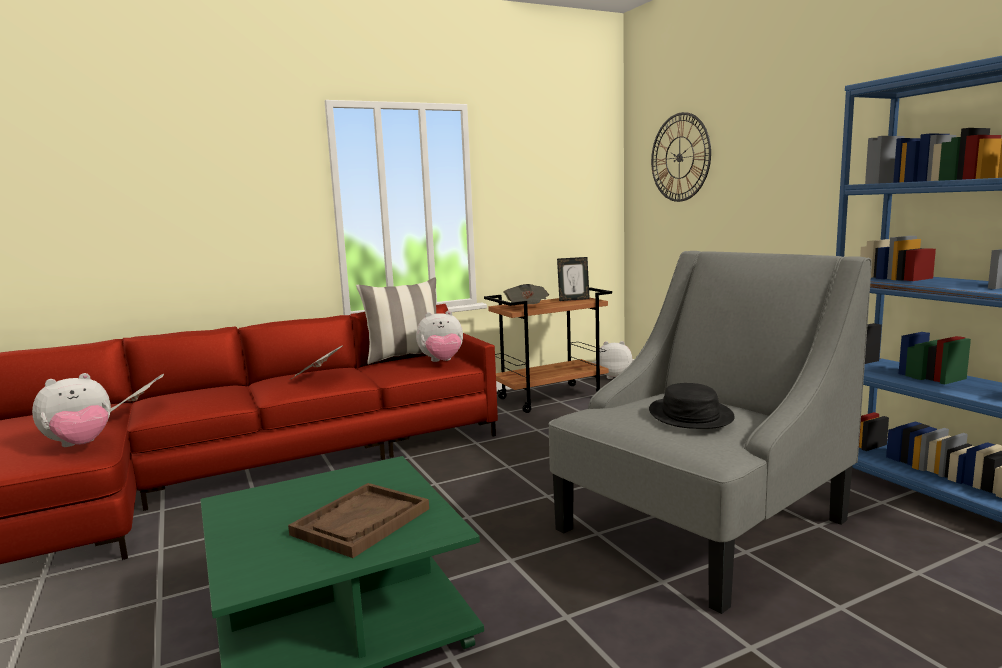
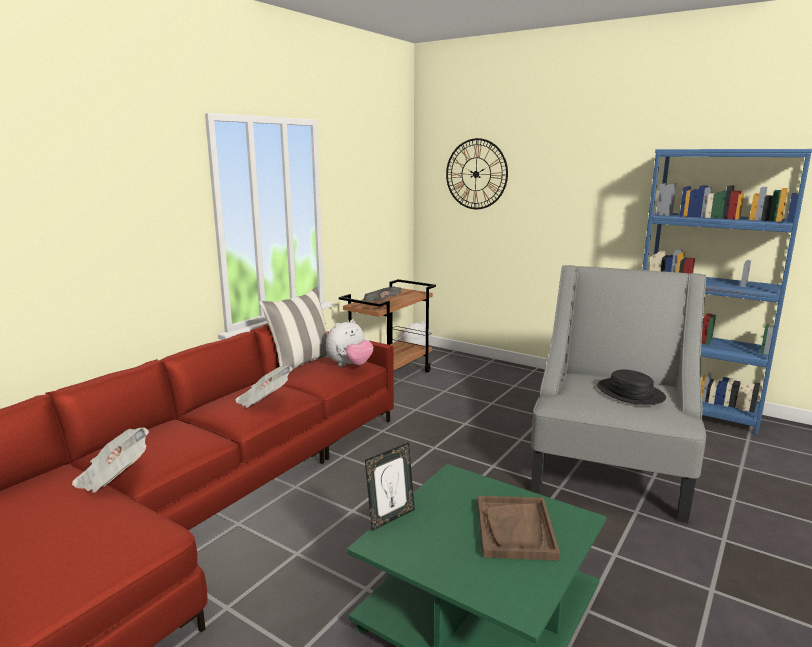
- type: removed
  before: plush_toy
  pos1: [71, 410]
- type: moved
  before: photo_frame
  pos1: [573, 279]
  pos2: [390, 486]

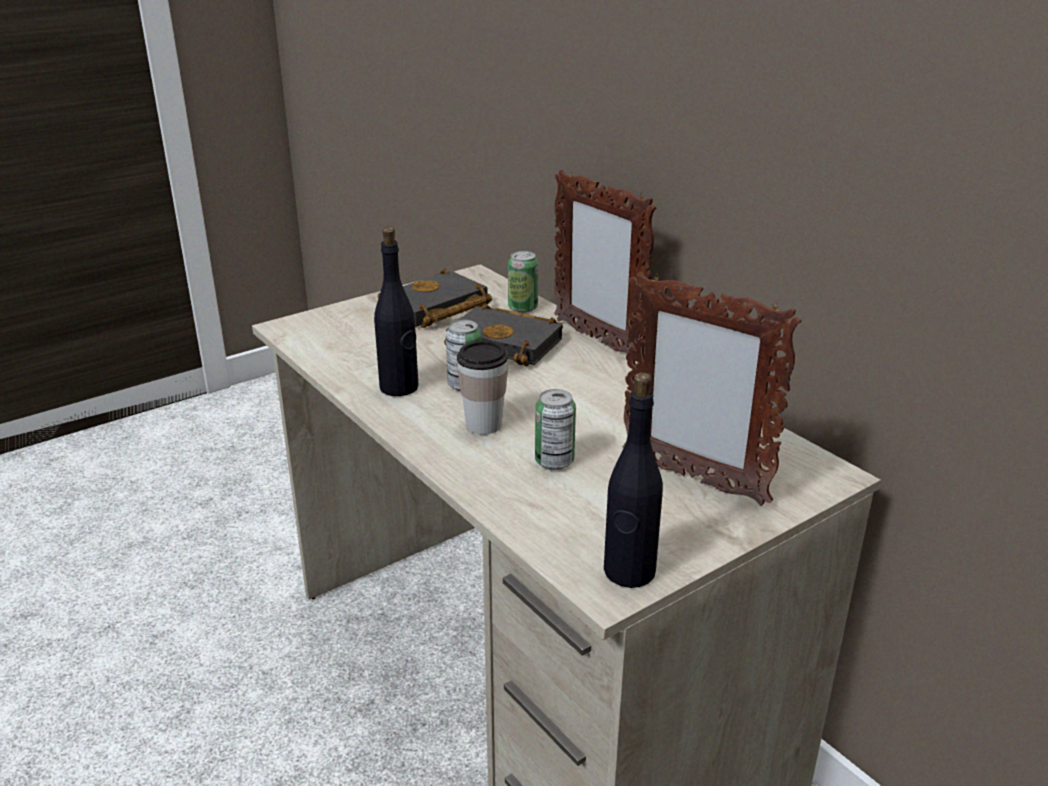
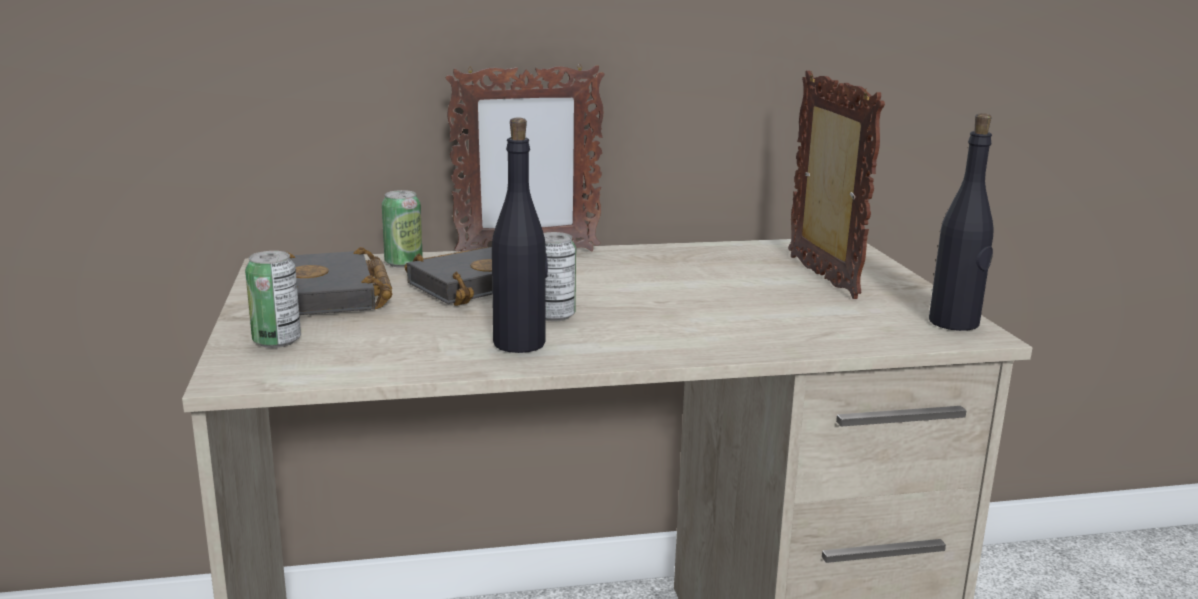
- type: removed
  before: cup
  pos1: [482, 387]
- type: moved
  before: can
  pos1: [555, 429]
  pos2: [273, 299]
- type: turned
  before: photo_frame
  pos1: [711, 389]
  pos2: [836, 185]
  turn: -75

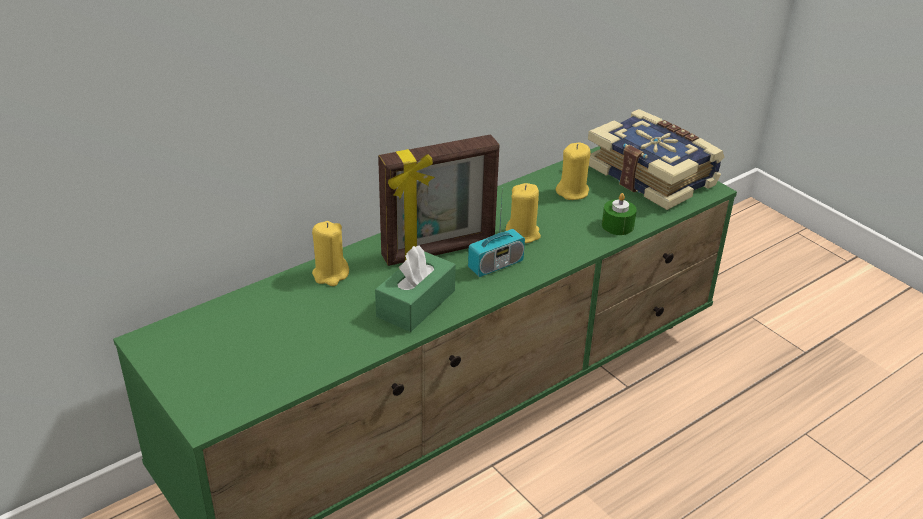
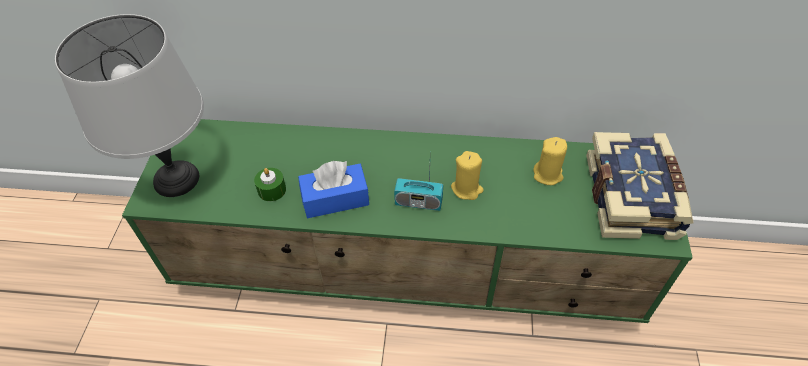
- type: removed
  before: yellow-coloured_wax_candle
  pos1: [330, 253]
- type: recoloured
  before: green-coloured_tissue_box
  after: bluish_tissue_box
  pos1: [415, 288]
  pos2: [333, 189]
- type: removed
  before: photo_frame
  pos1: [438, 200]
- type: moved
  before: green-coloured_wax_candle
  pos1: [619, 214]
  pos2: [270, 184]
- type: added
  after: gray_tabletop_lamp
  pos2: [129, 105]

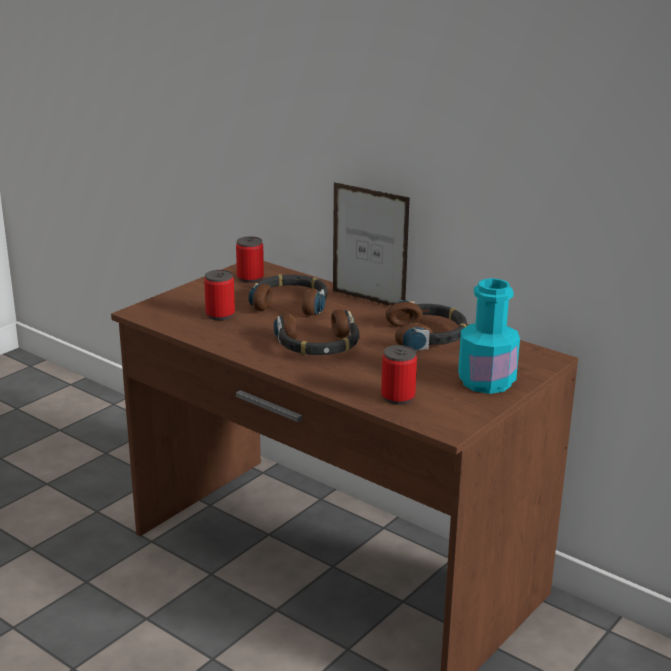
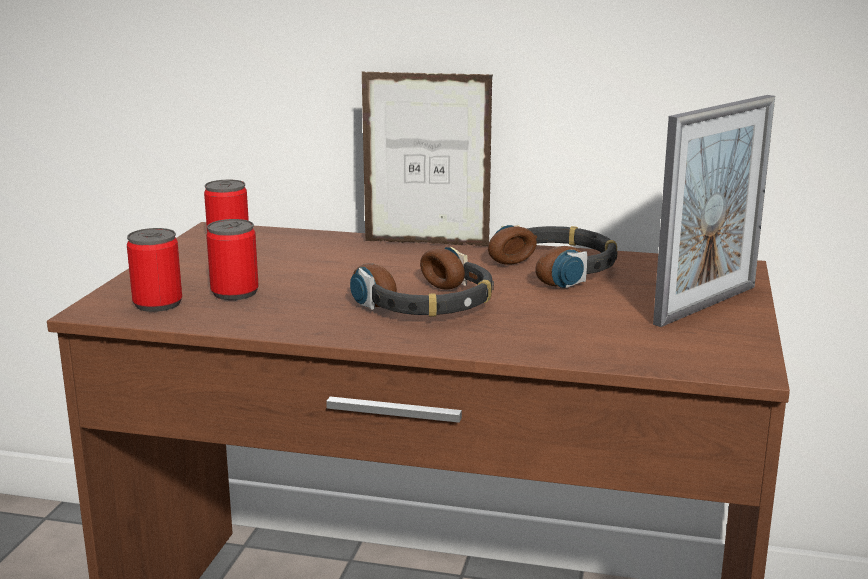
- type: removed
  before: headphones
  pos1: [288, 294]
- type: moved
  before: can
  pos1: [399, 375]
  pos2: [154, 270]
- type: replaced
  before: turquoise_beverage_bottle
  after: photo_frame
  pos1: [489, 336]
  pos2: [714, 211]

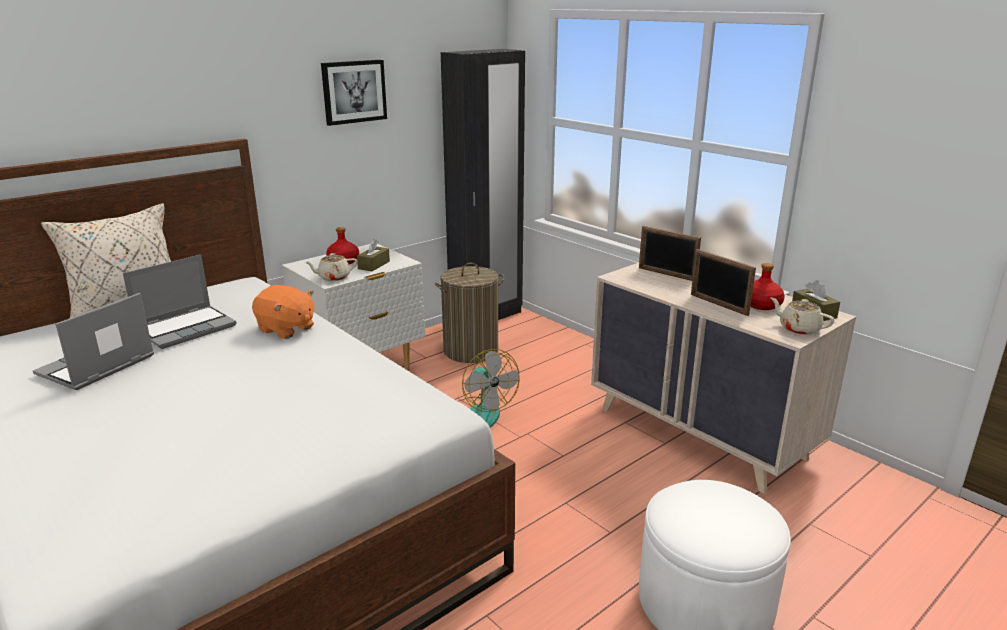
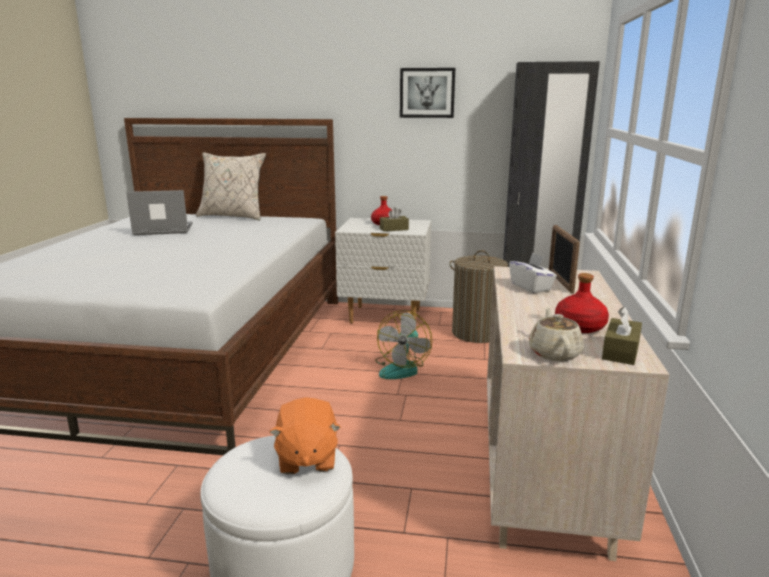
- type: removed
  before: laptop
  pos1: [180, 301]
- type: moved
  before: orange-coloured_plush_toy
  pos1: [283, 312]
  pos2: [305, 436]
- type: removed
  before: beige-coloured_pot_for_tea
  pos1: [331, 267]
- type: removed
  before: photo_frame
  pos1: [723, 282]
- type: added
  after: whitish_tissue_box
  pos2: [533, 272]

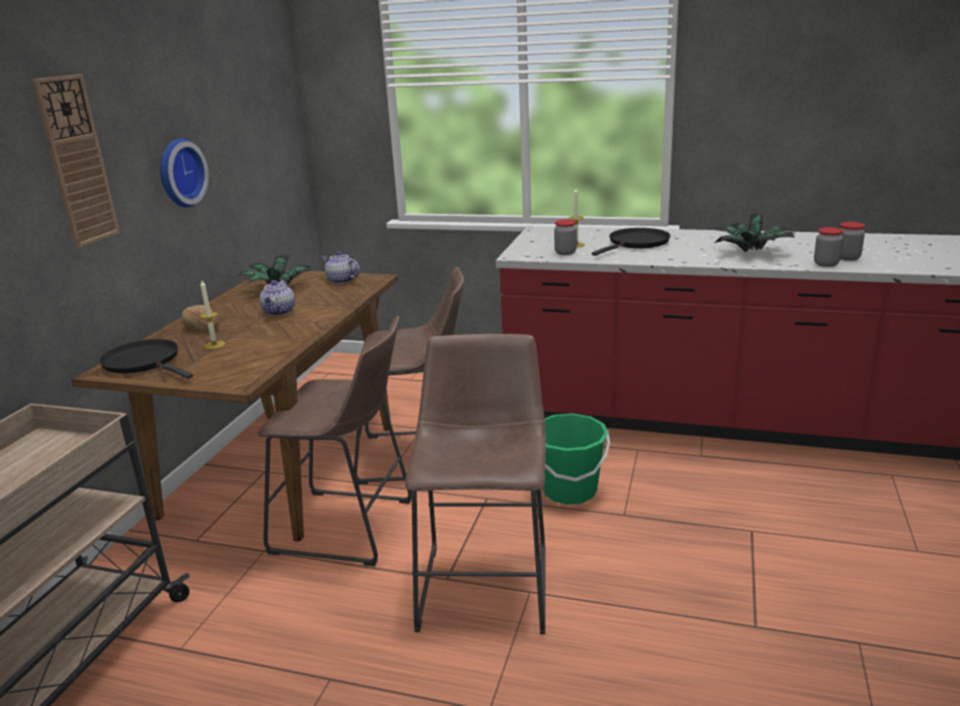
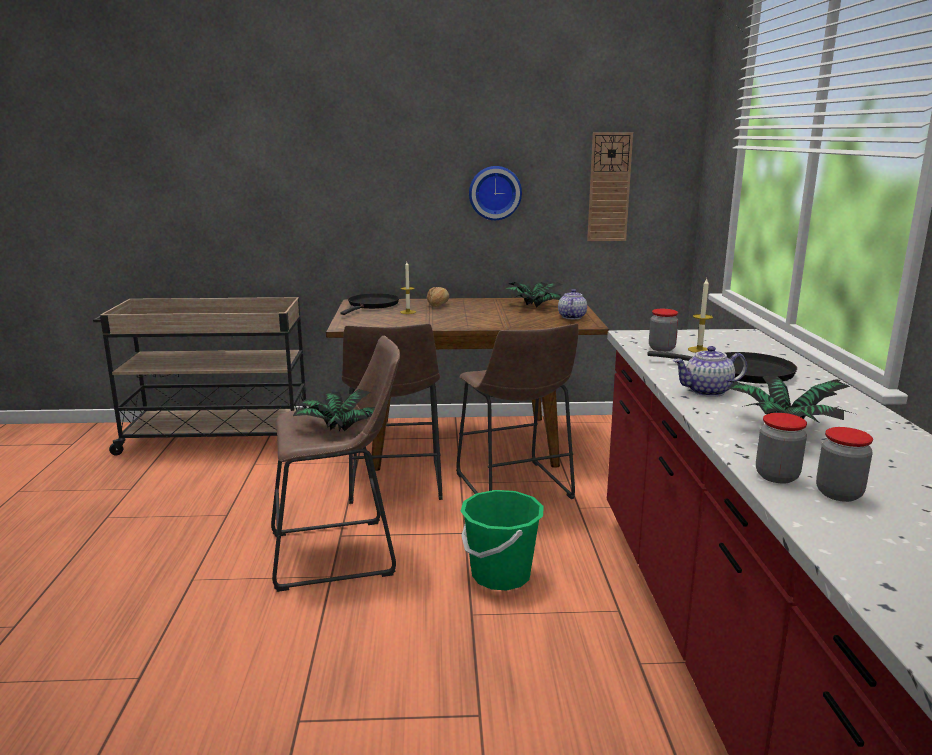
- type: moved
  before: wall_clock
  pos1: [76, 161]
  pos2: [610, 187]
- type: moved
  before: pot_for_tea
  pos1: [277, 297]
  pos2: [710, 371]
- type: added
  after: potted_plant
  pos2: [334, 410]

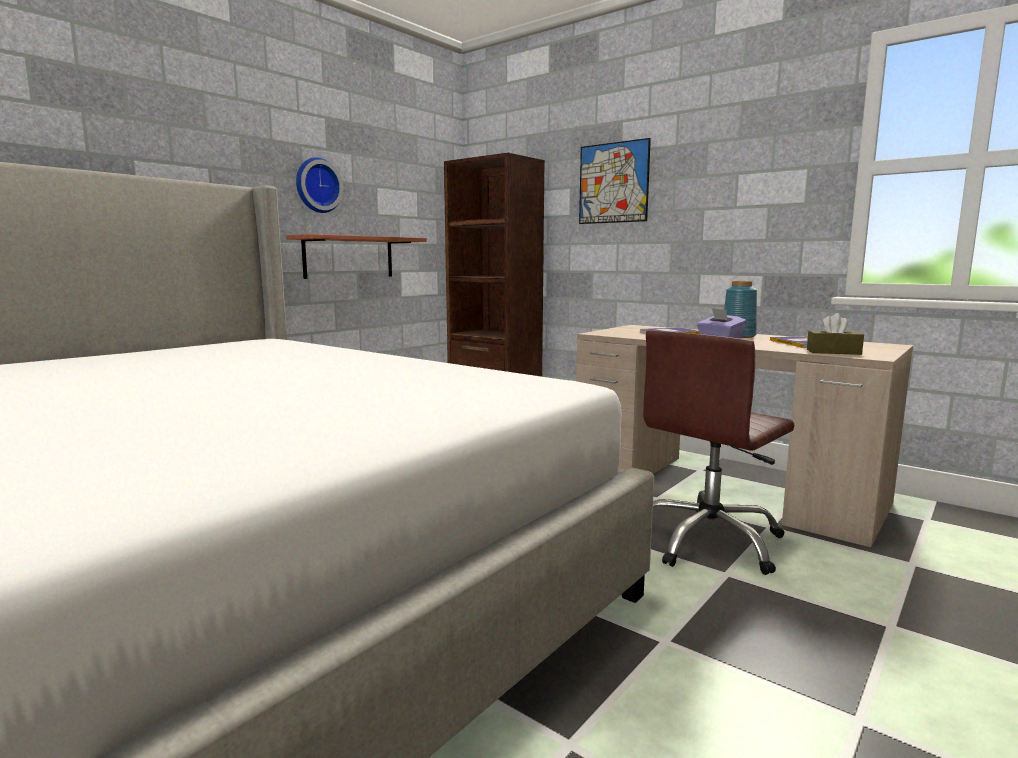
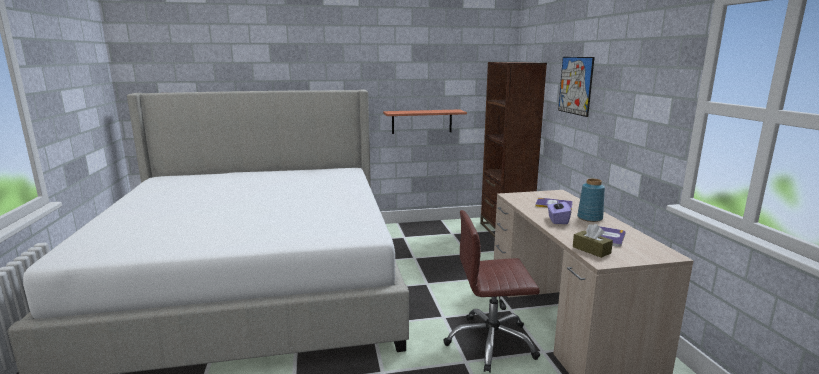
- type: removed
  before: wall_clock
  pos1: [319, 185]

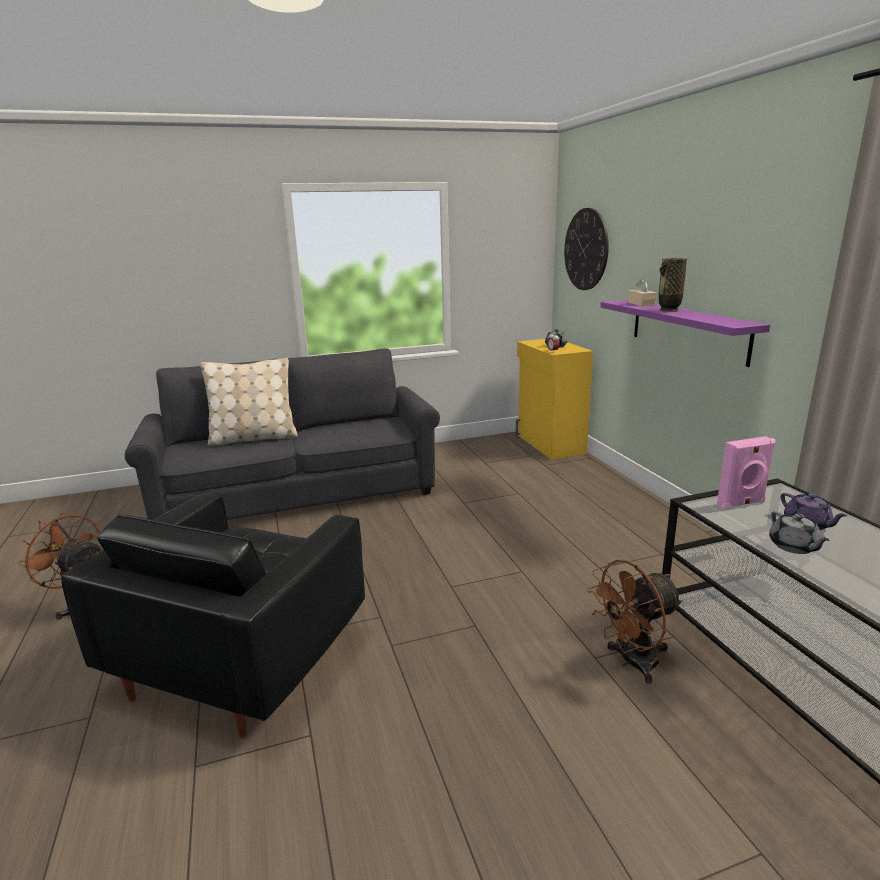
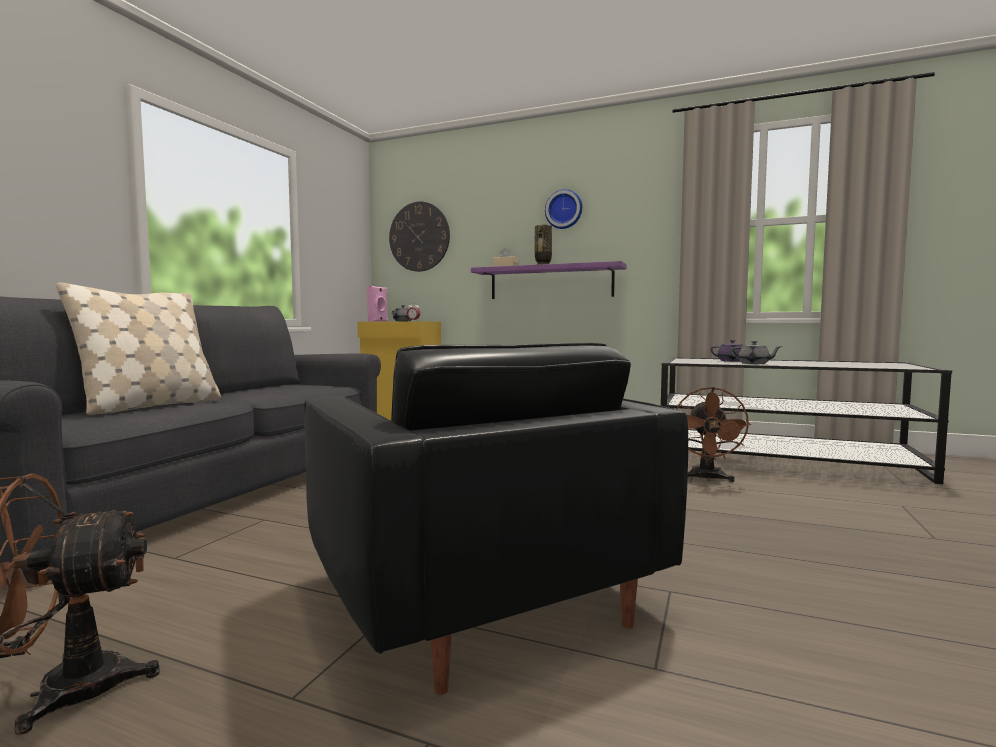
- type: moved
  before: pink-coloured_audio_speaker
  pos1: [746, 472]
  pos2: [377, 304]
- type: added
  after: wall_clock
  pos2: [563, 209]

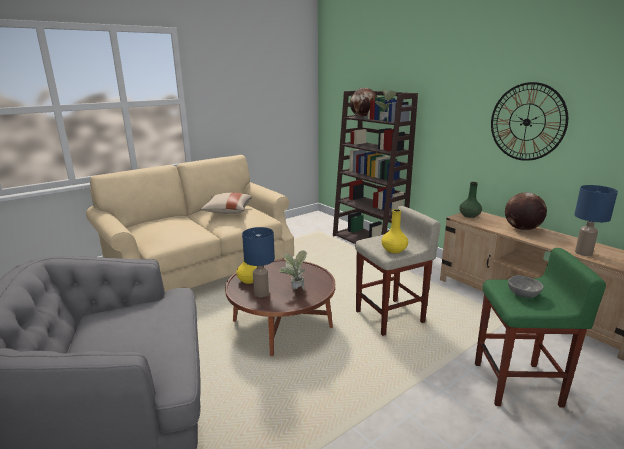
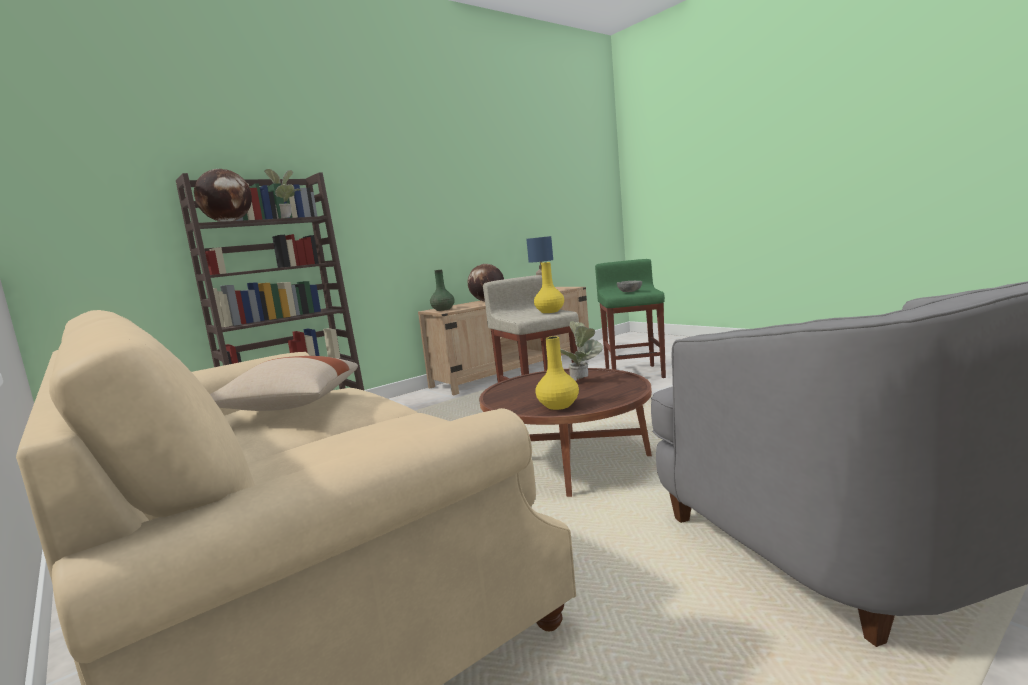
- type: removed
  before: bluish_tabletop_lamp
  pos1: [258, 262]
- type: removed
  before: wall_clock
  pos1: [529, 121]

